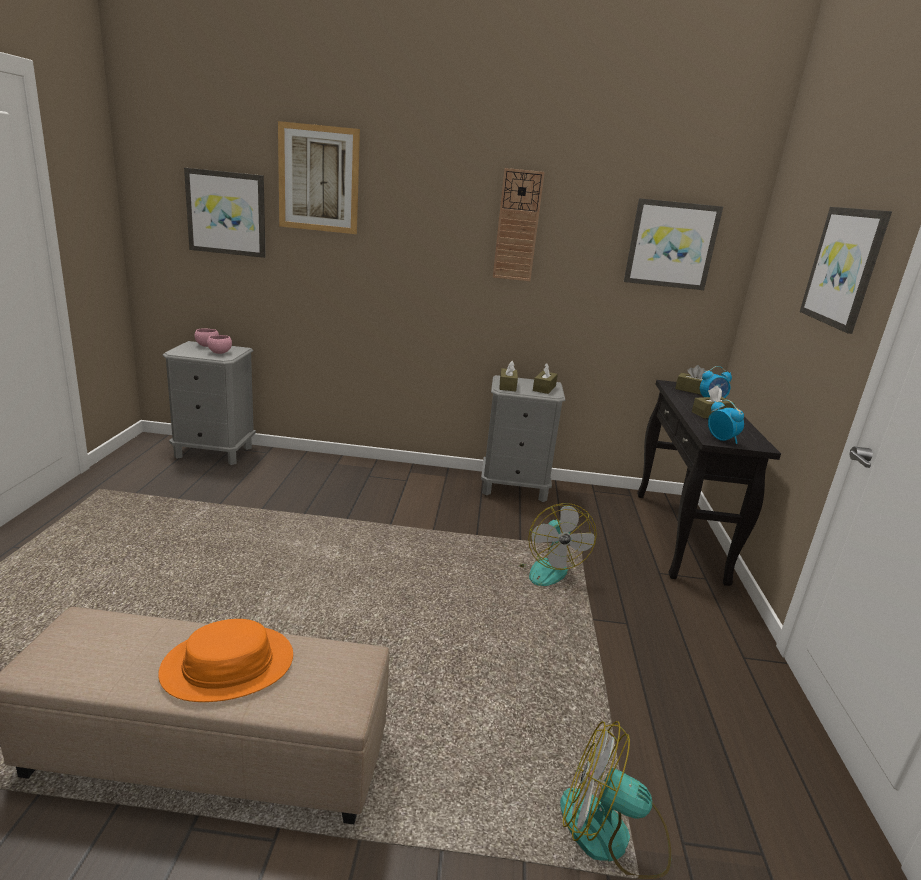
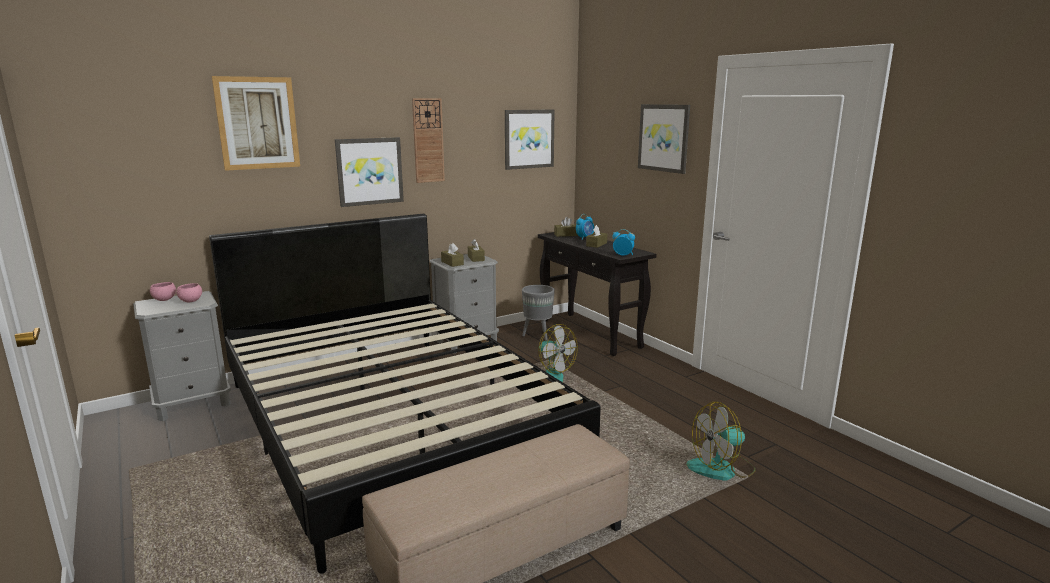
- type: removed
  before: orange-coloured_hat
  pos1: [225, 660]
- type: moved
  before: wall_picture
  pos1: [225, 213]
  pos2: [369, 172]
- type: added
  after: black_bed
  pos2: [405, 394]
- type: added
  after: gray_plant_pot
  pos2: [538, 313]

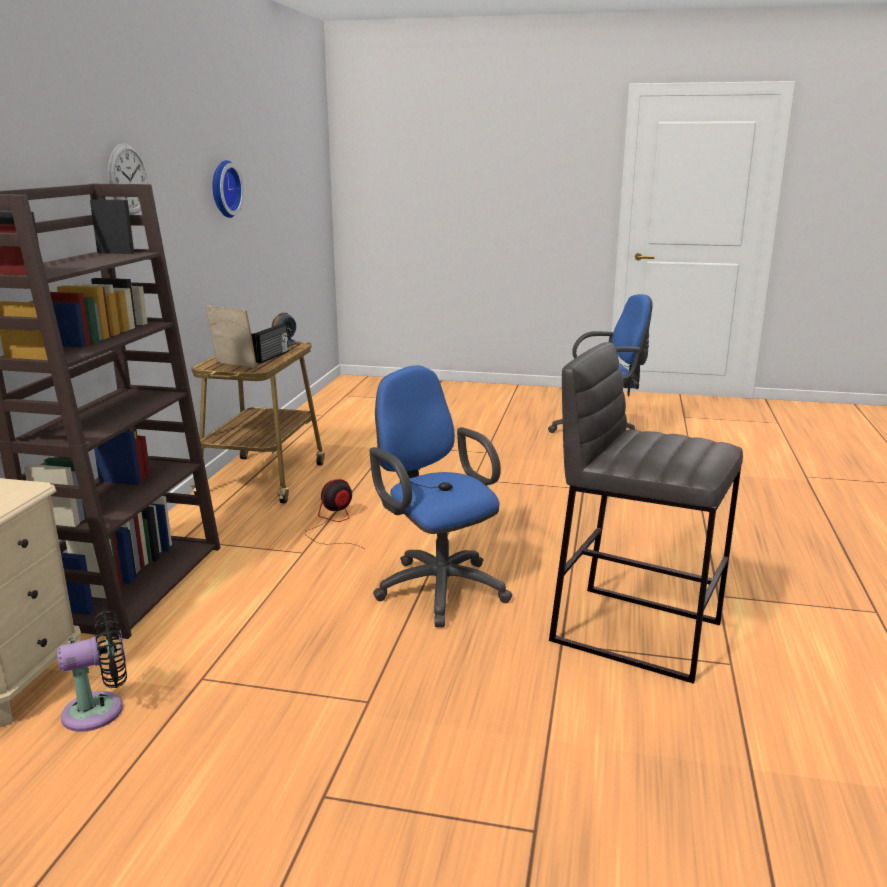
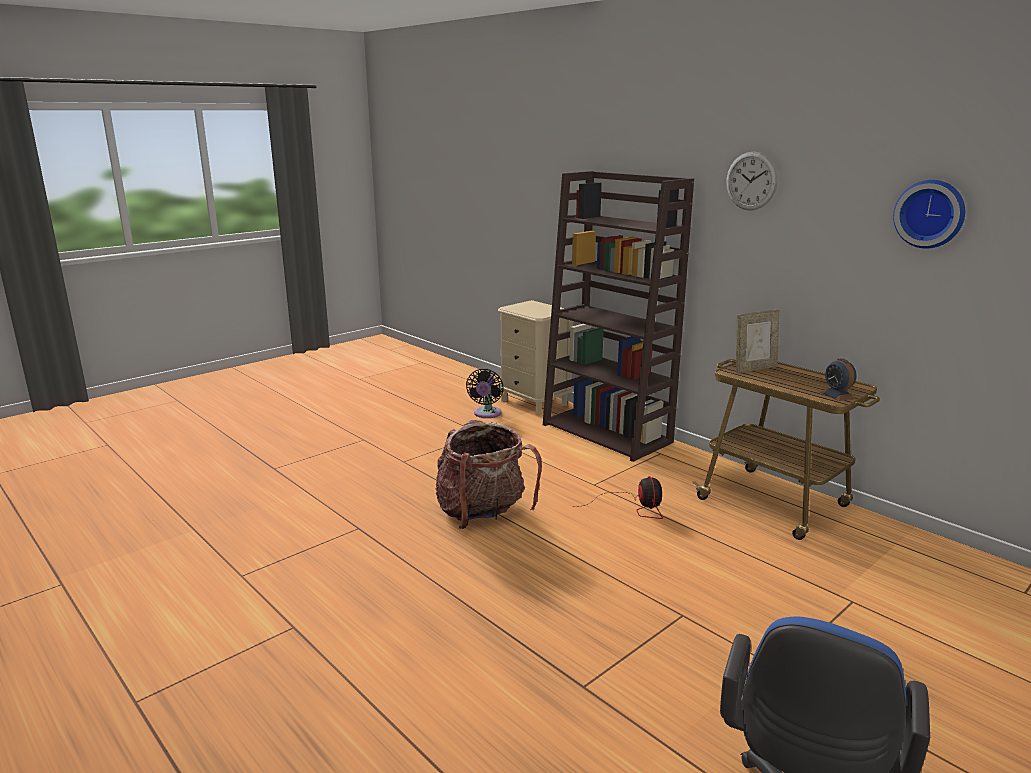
- type: removed
  before: radio_set
  pos1: [269, 343]
- type: replaced
  before: bluish_computer_chair
  after: knapsack
  pos1: [441, 496]
  pos2: [489, 474]
- type: removed
  before: gray_sitting_stool
  pos1: [646, 513]

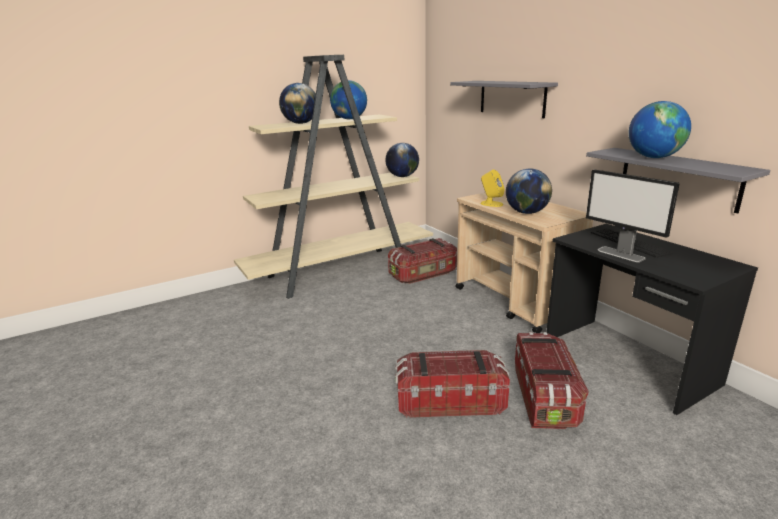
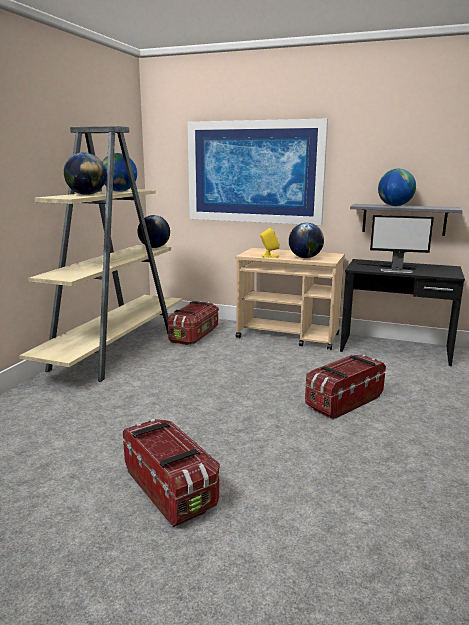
- type: replaced
  before: gray_wall_shelf
  after: wall_picture
  pos1: [504, 99]
  pos2: [258, 172]
- type: moved
  before: storage_container
  pos1: [552, 380]
  pos2: [171, 473]

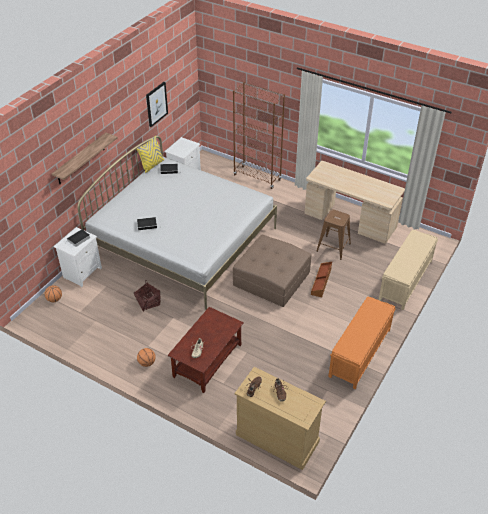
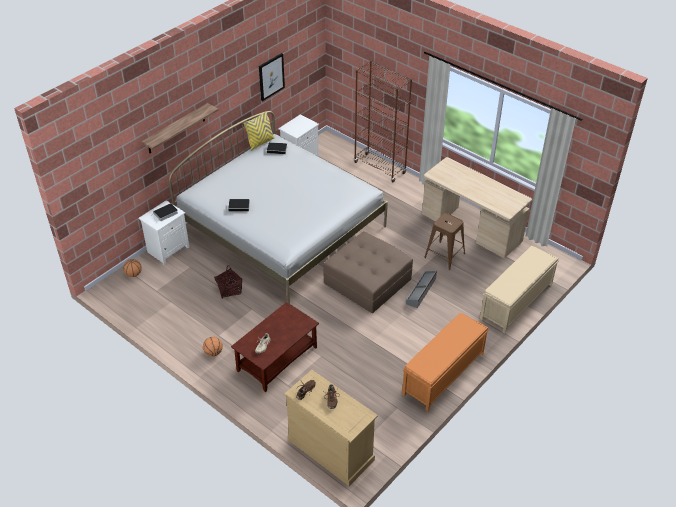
- type: recoloured
  before: brown_storage_container
  after: gray_storage_container
  pos1: [321, 279]
  pos2: [421, 289]

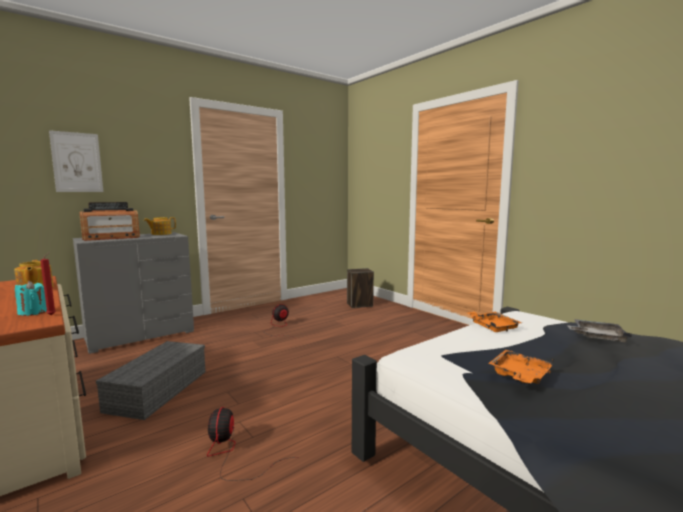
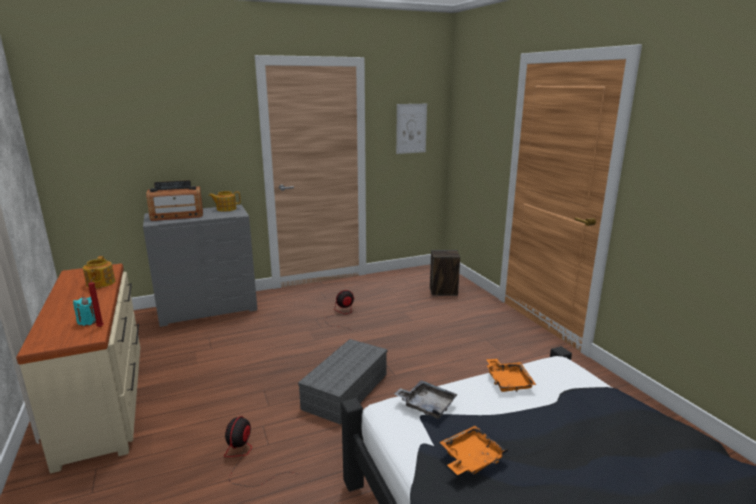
- type: moved
  before: wall_picture
  pos1: [76, 161]
  pos2: [411, 129]
- type: moved
  before: gray_storage_container
  pos1: [151, 380]
  pos2: [342, 382]
- type: moved
  before: gray_carrying_tray
  pos1: [599, 330]
  pos2: [426, 399]

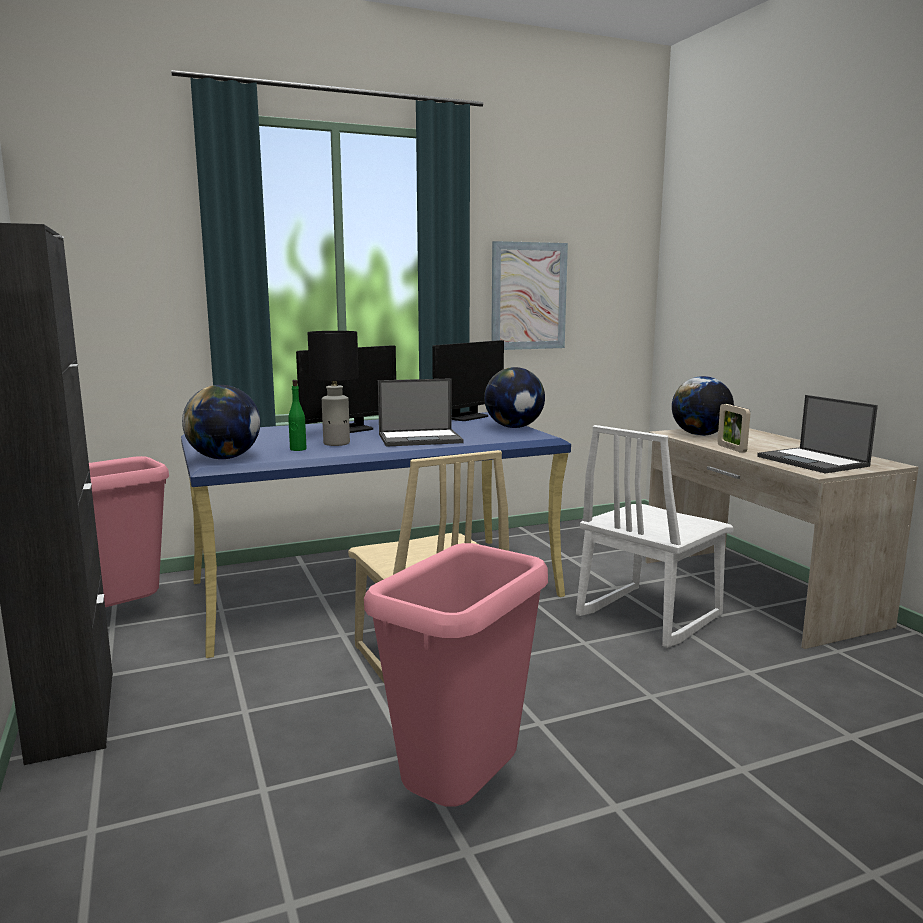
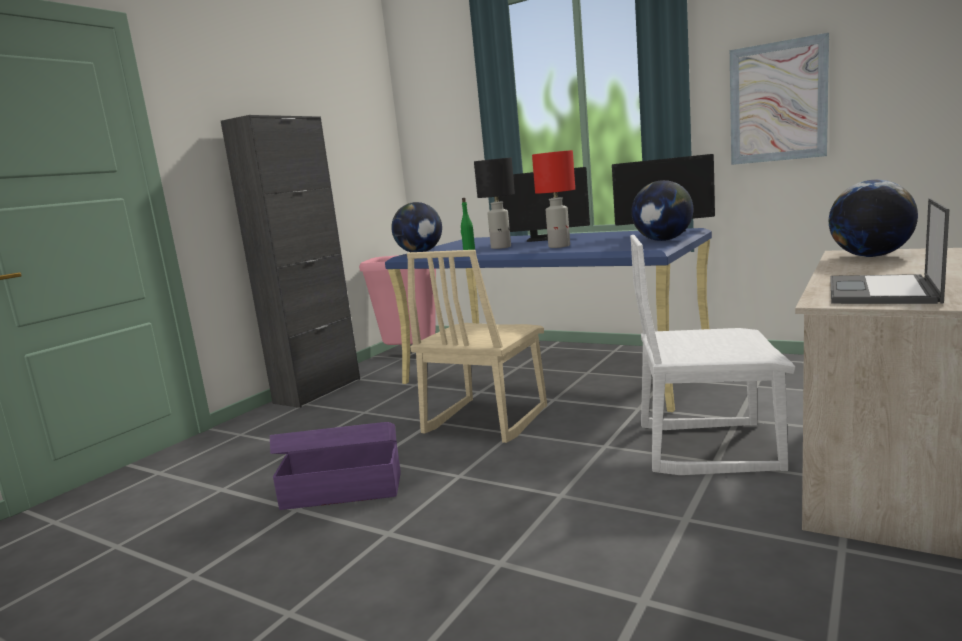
- type: replaced
  before: pink-coloured_trash_can
  after: purplish_storage_container
  pos1: [456, 675]
  pos2: [335, 466]
- type: replaced
  before: laptop
  after: red_tabletop_lamp
  pos1: [421, 412]
  pos2: [553, 199]
- type: removed
  before: photo_frame
  pos1: [733, 428]

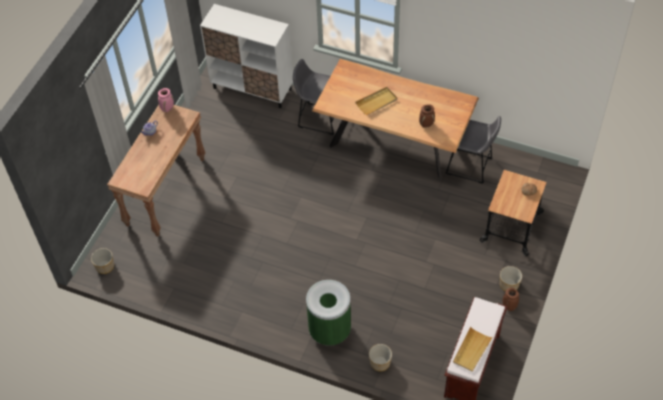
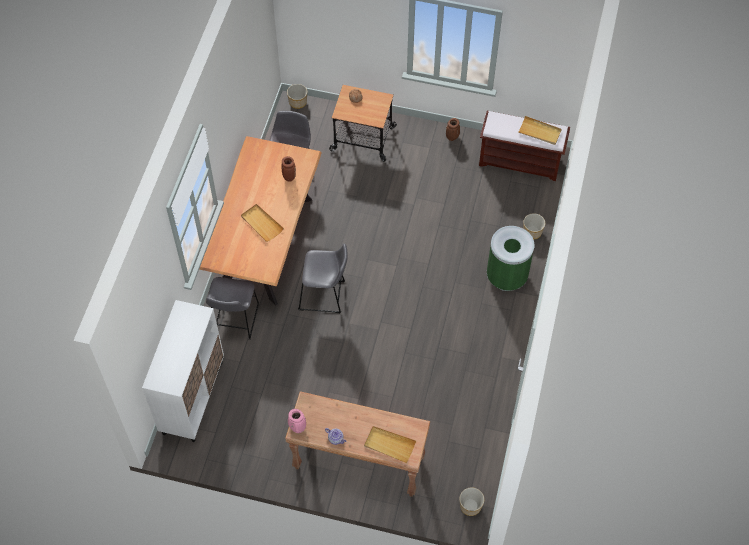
- type: moved
  before: plant_pot
  pos1: [511, 279]
  pos2: [297, 96]
- type: added
  after: gray_sitting_stool
  pos2: [323, 278]
- type: added
  after: beige-coloured_carrying_tray
  pos2: [390, 444]

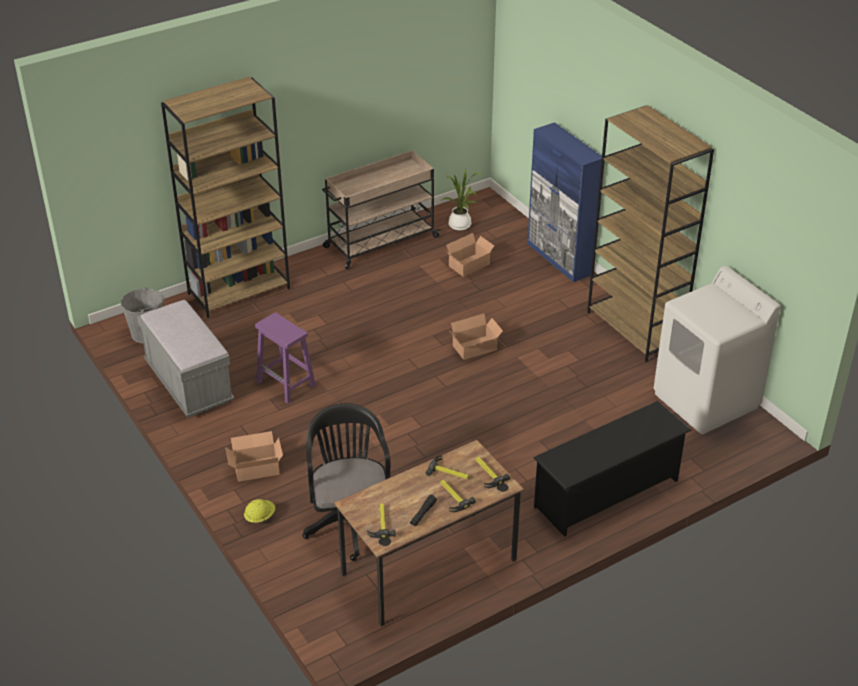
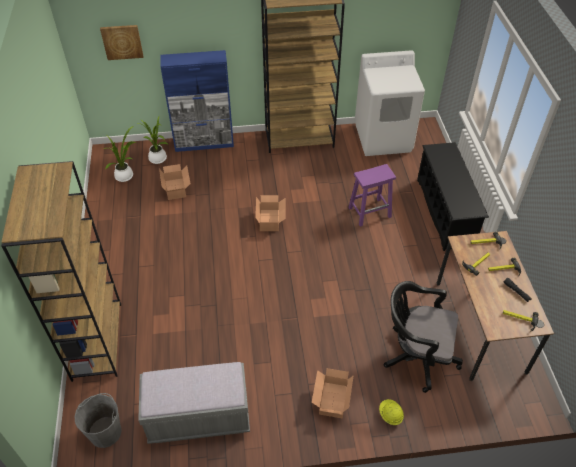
- type: moved
  before: purplish_sitting_stool
  pos1: [285, 358]
  pos2: [372, 195]
- type: removed
  before: beige-coloured_trolley
  pos1: [381, 209]
- type: added
  after: wall_picture
  pos2: [121, 42]
- type: added
  after: potted_plant
  pos2: [152, 140]

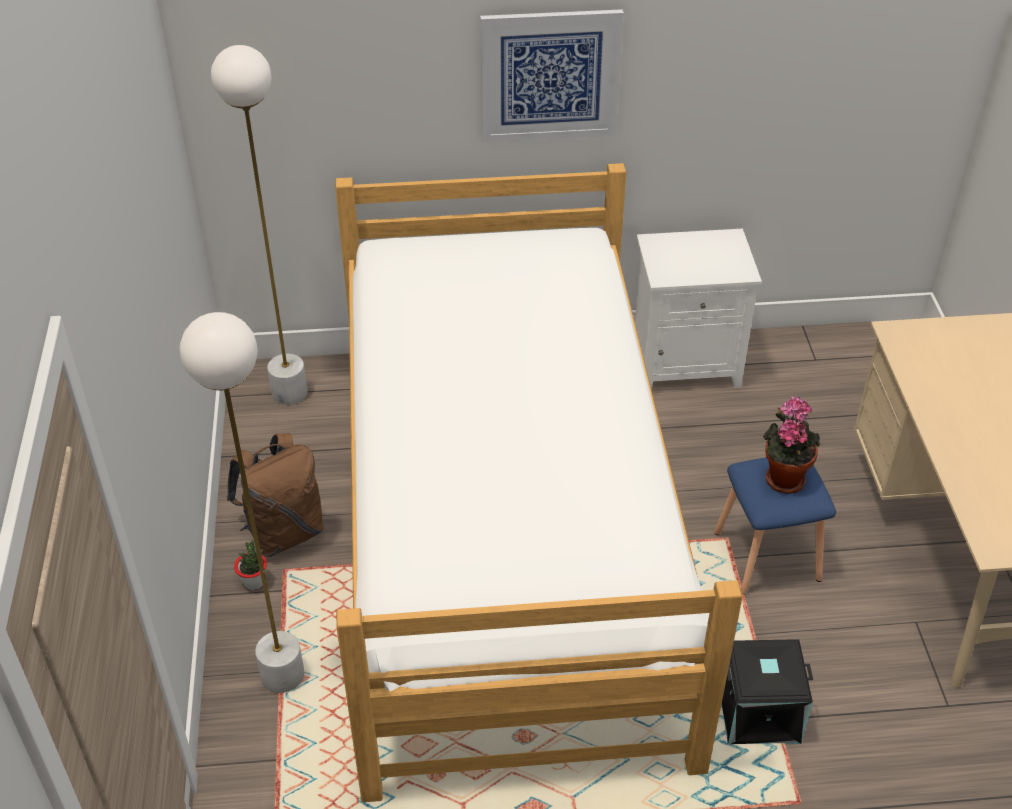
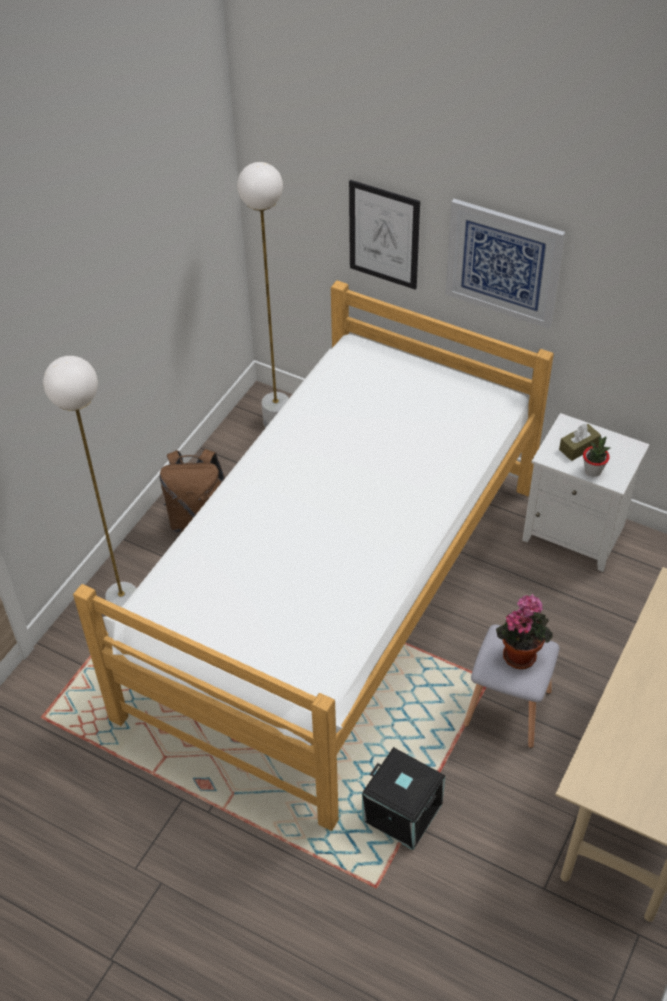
- type: moved
  before: potted_plant
  pos1: [250, 564]
  pos2: [596, 456]
- type: recoloured
  before: bluish_sitting_stool
  after: gray_sitting_stool
  pos1: [775, 526]
  pos2: [511, 686]
- type: added
  after: wall_picture
  pos2: [384, 235]
- type: added
  after: brown_tissue_box
  pos2: [580, 442]

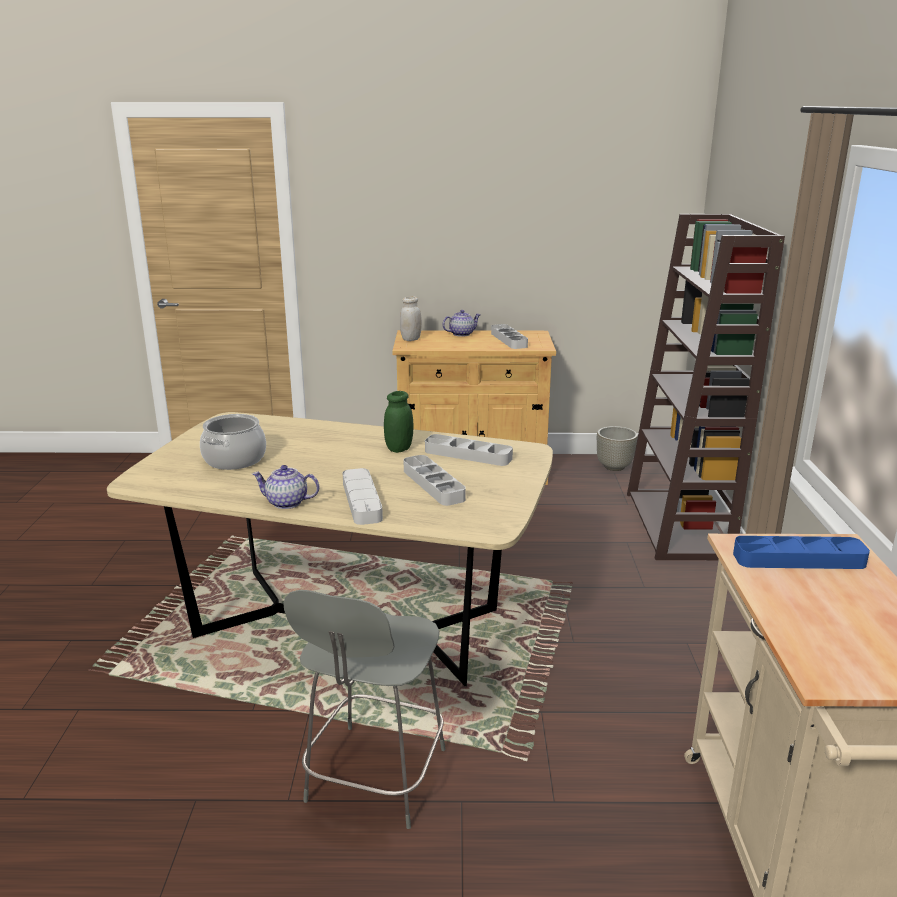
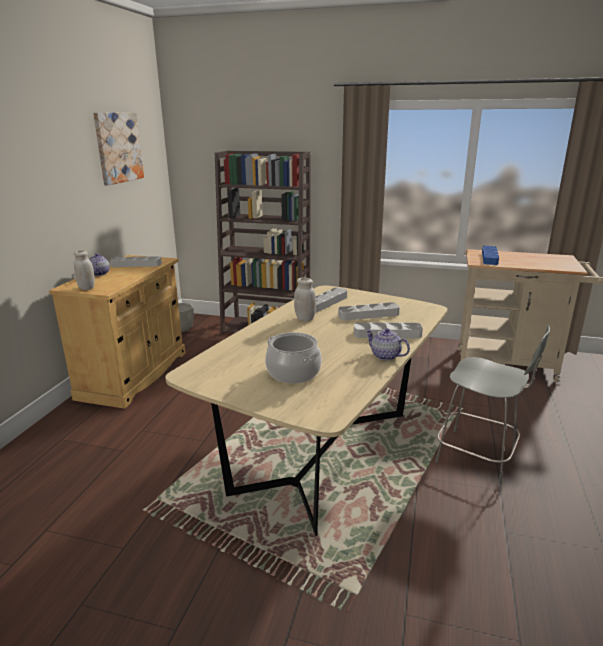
- type: turned
  before: pot_for_tea
  pos1: [285, 487]
  pos2: [387, 344]
  turn: 105
- type: recoloured
  before: green-coloured_jar
  after: whitish_jar
  pos1: [399, 422]
  pos2: [305, 299]
- type: added
  after: wall_picture
  pos2: [118, 148]

